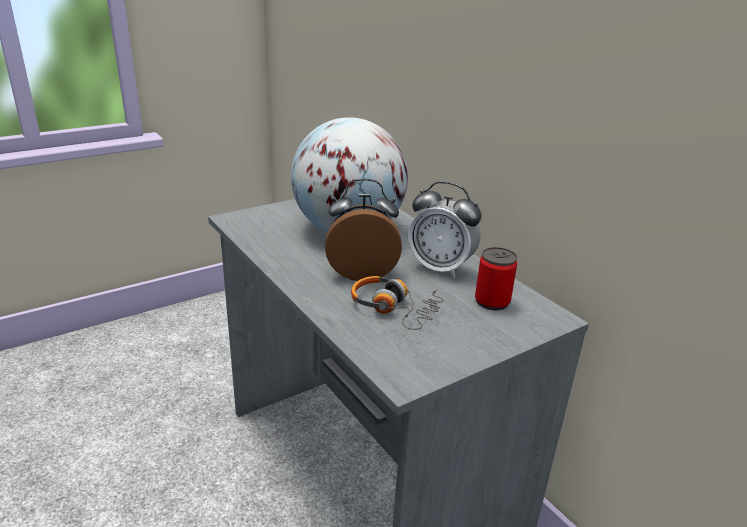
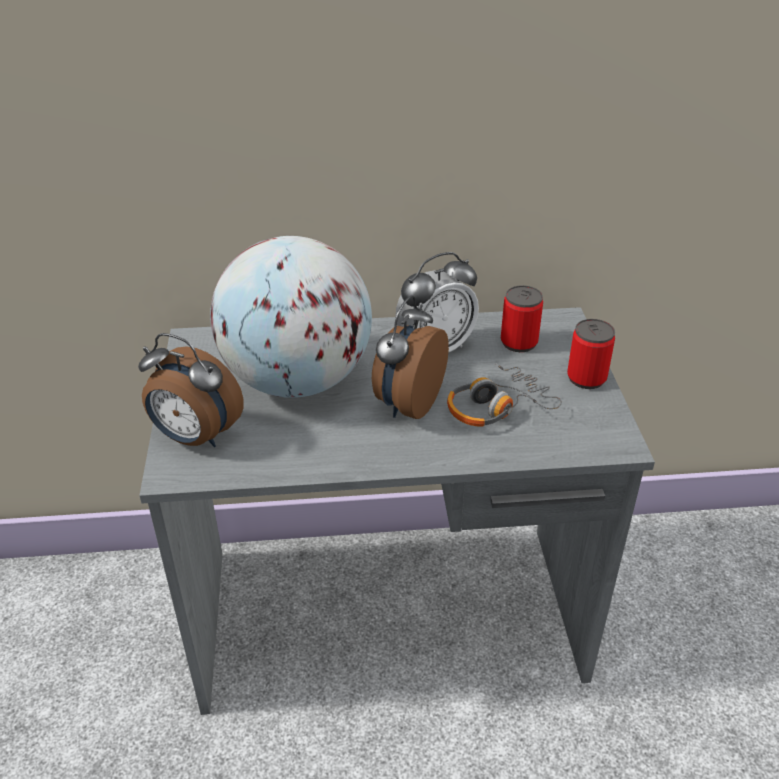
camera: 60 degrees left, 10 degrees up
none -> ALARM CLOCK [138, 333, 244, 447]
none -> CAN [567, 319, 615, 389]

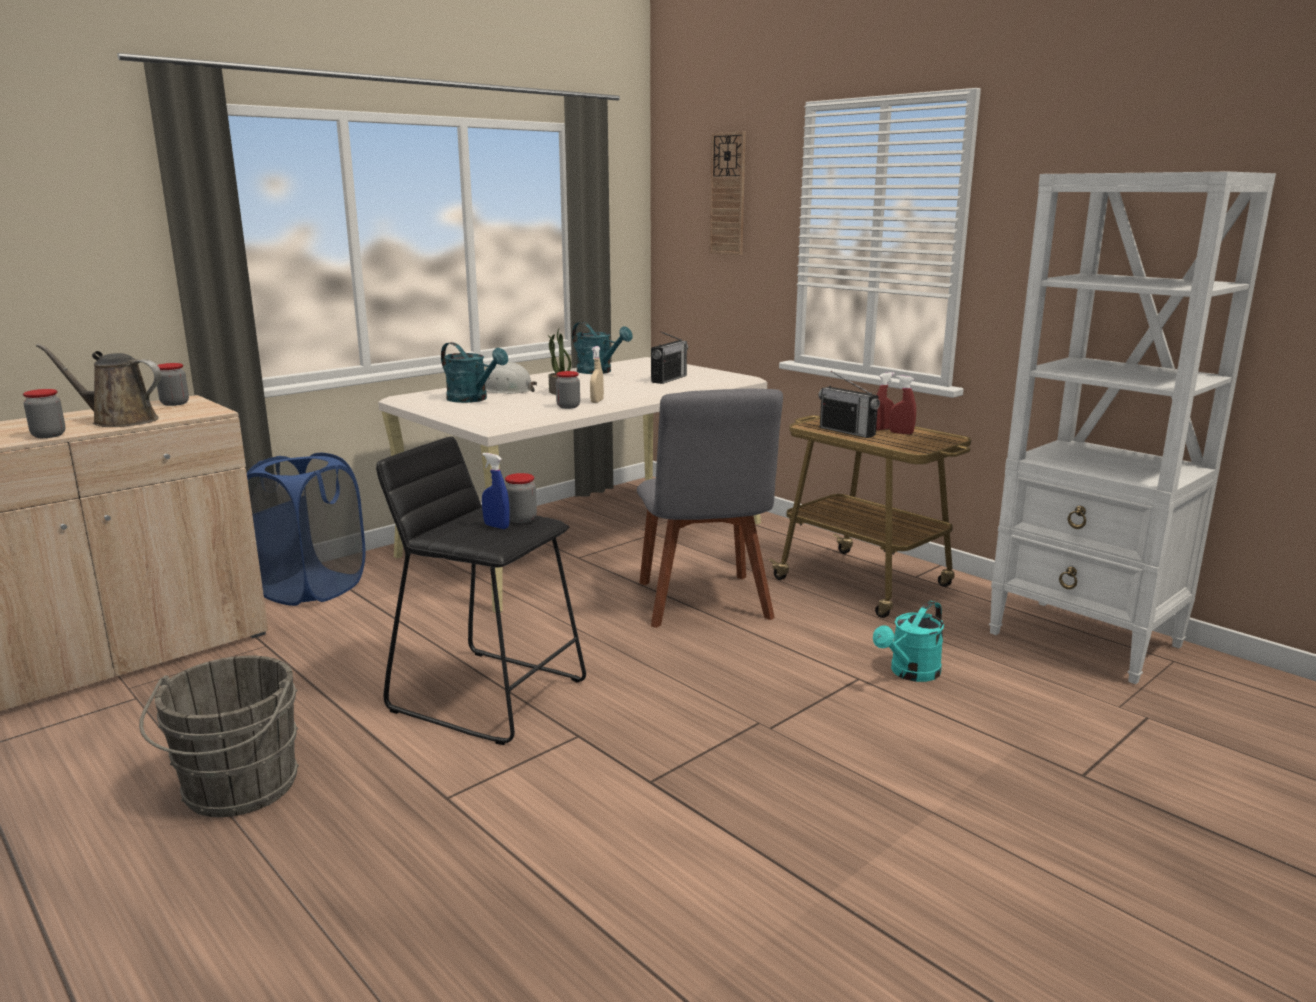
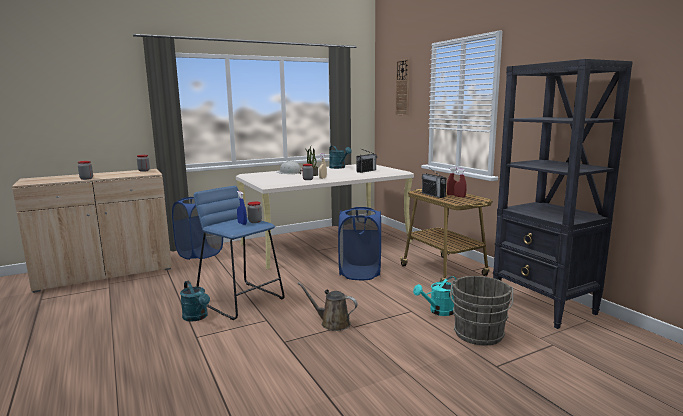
camera: 15 degrees right, 5 degrees down
BROWN WATERING CAN [36, 344, 162, 427] -> BROWN WATERING CAN [297, 282, 358, 331], move
GREY BUCKET [139, 655, 299, 817] -> GREY BUCKET [450, 276, 513, 346], move
BLACK STOOL [376, 437, 586, 745] -> BLUE STOOL [194, 186, 285, 320]
TURQUOISE WATERING CAN [441, 342, 508, 403] -> TURQUOISE WATERING CAN [180, 281, 210, 322], move
GREY CHAIR [637, 389, 783, 628] -> BLUE LAUNDRY BASKET [338, 207, 381, 280]
WHITE BOOKCASE [989, 172, 1276, 684] -> BLACK BOOKCASE [493, 59, 633, 329]

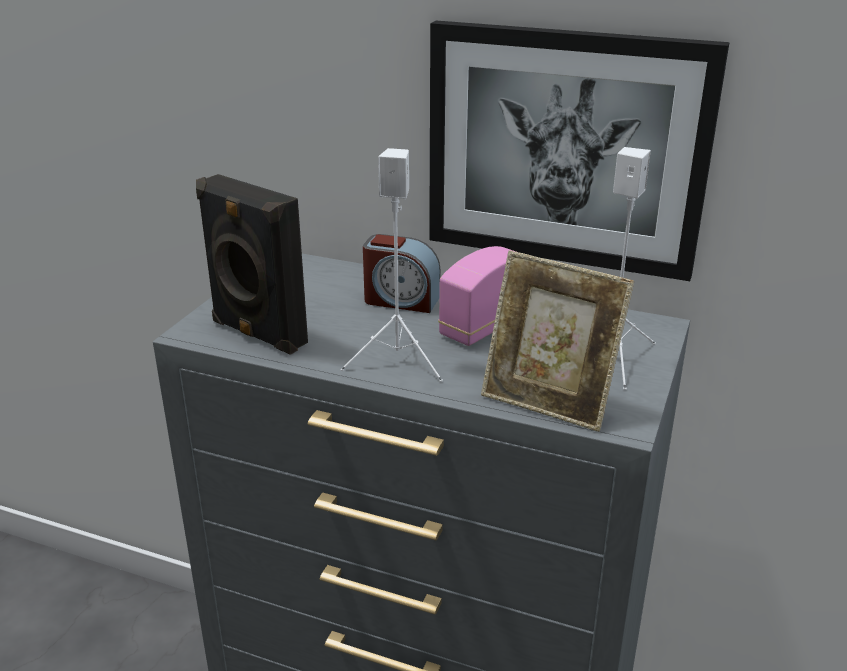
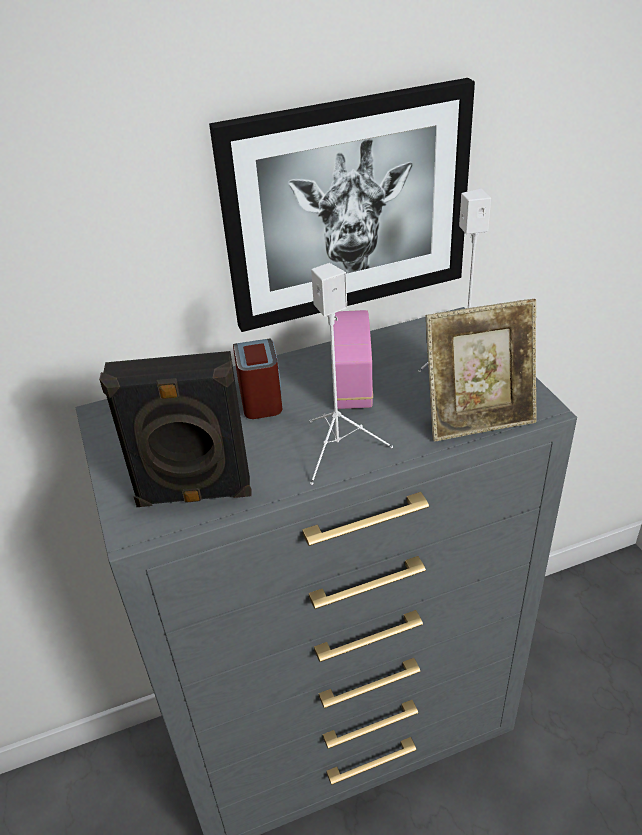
camera: 40 degrees left, 10 degrees up
ALARM CLOCK [363, 234, 441, 313] -> ALARM CLOCK [233, 338, 282, 419], 75 degrees counterclockwise

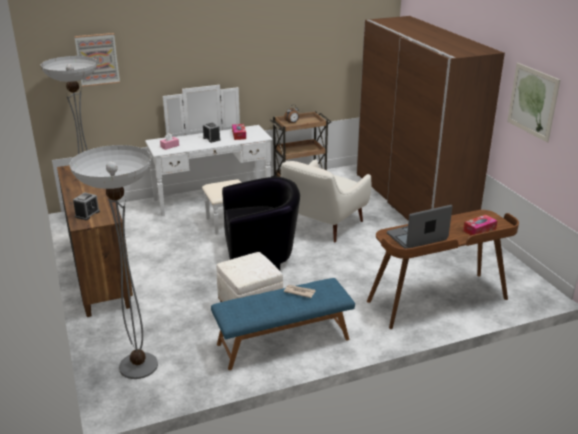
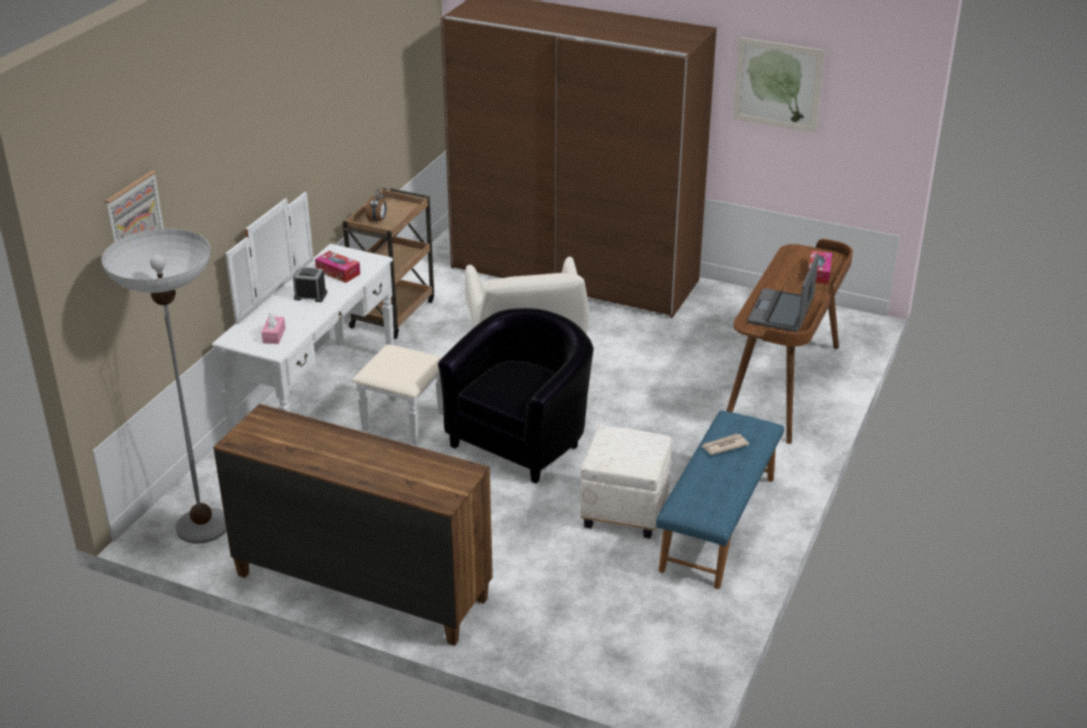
camera: 45 degrees left, 5 degrees up
FLOOR LAMP [69, 145, 158, 379] -> none
ALARM CLOCK [73, 192, 100, 220] -> none

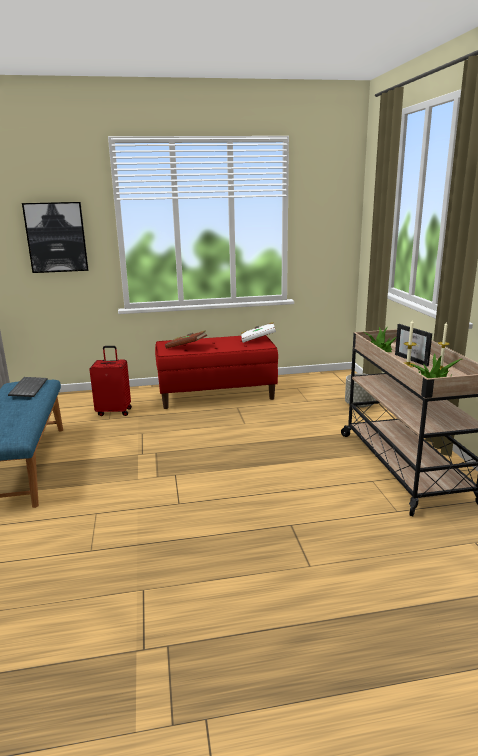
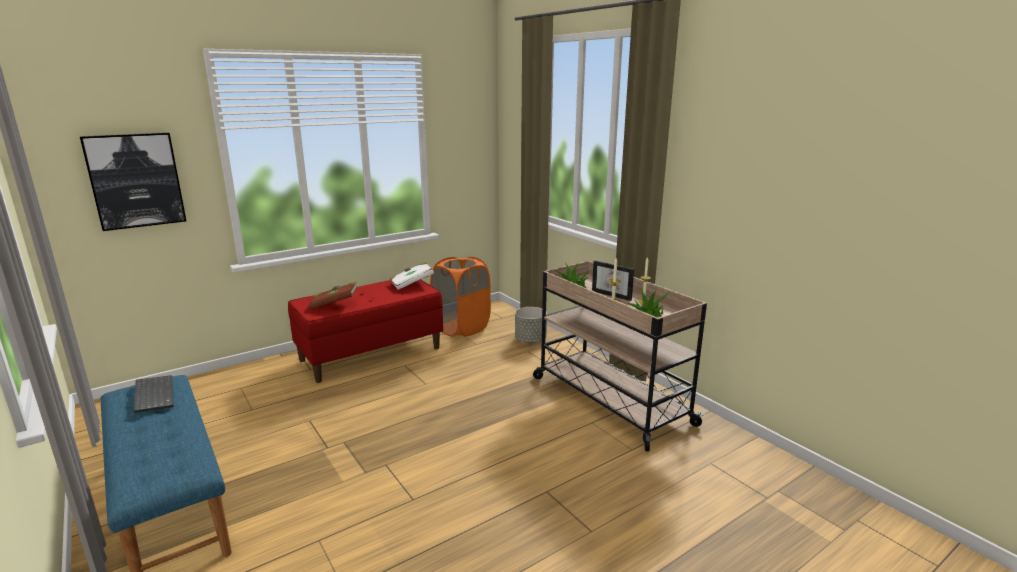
camera: 25 degrees left, 0 degrees up
RED SUITCASE [89, 346, 132, 416] -> none
none -> ORANGE LAUNDRY BASKET [430, 257, 491, 337]

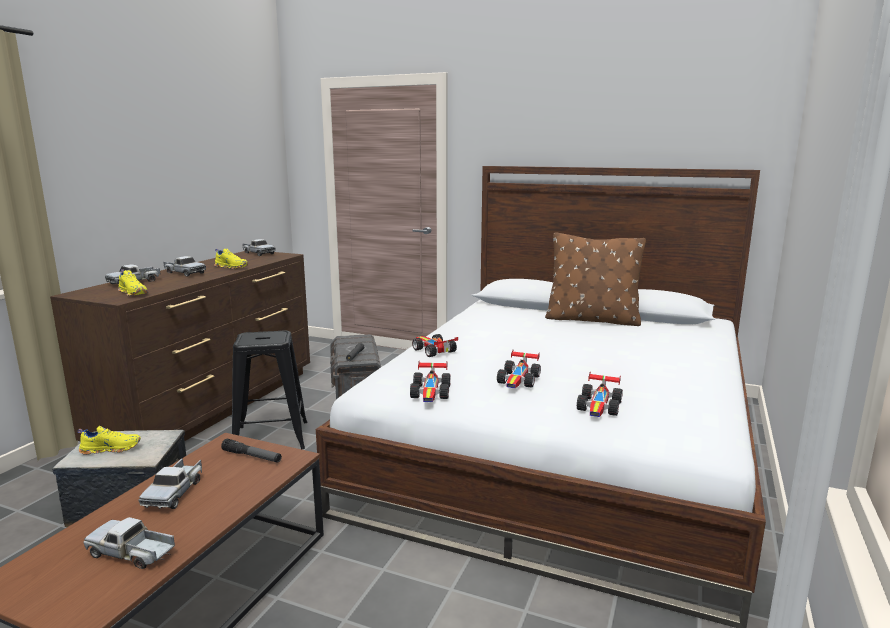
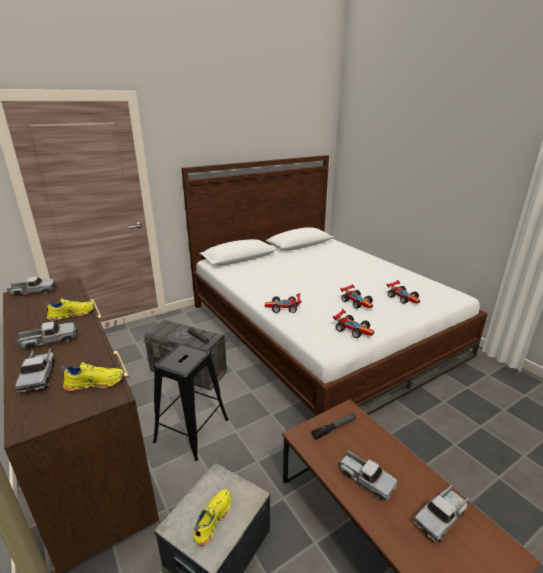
camera: 55 degrees left, 10 degrees up
BROWN PILLOW [545, 232, 646, 326] -> none

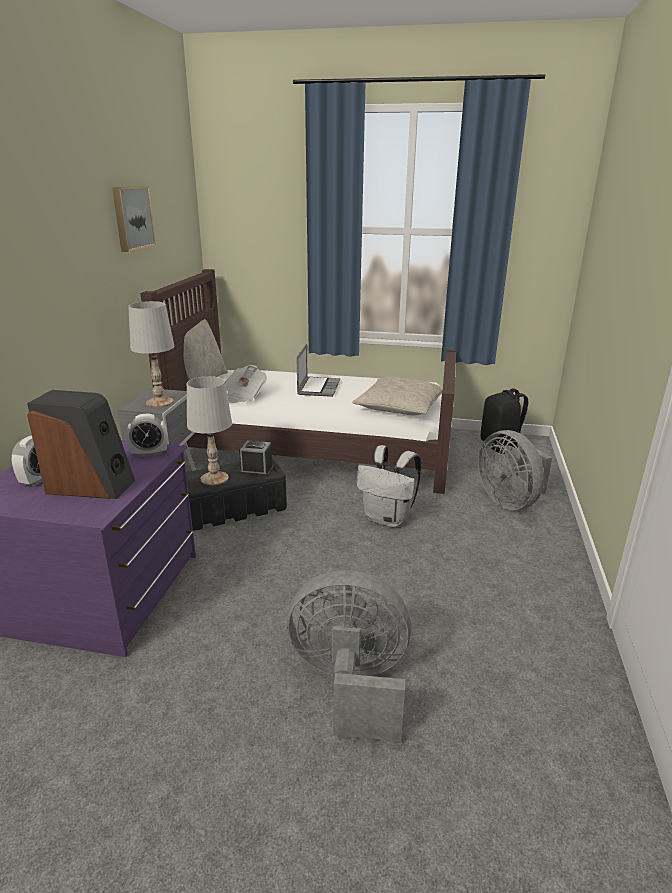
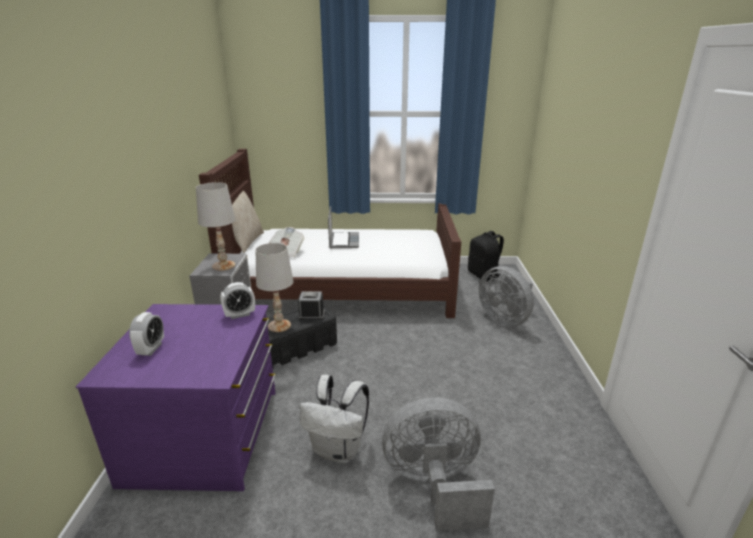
camera: 10 degrees left, 0 degrees up
SPEAKER [27, 390, 135, 499] -> none
PICTURE [112, 186, 156, 252] -> none
BEIGE PILLOW [352, 377, 443, 415] -> none
WHITE BACKPACK [356, 445, 421, 527] -> WHITE BACKPACK [300, 375, 369, 463], move

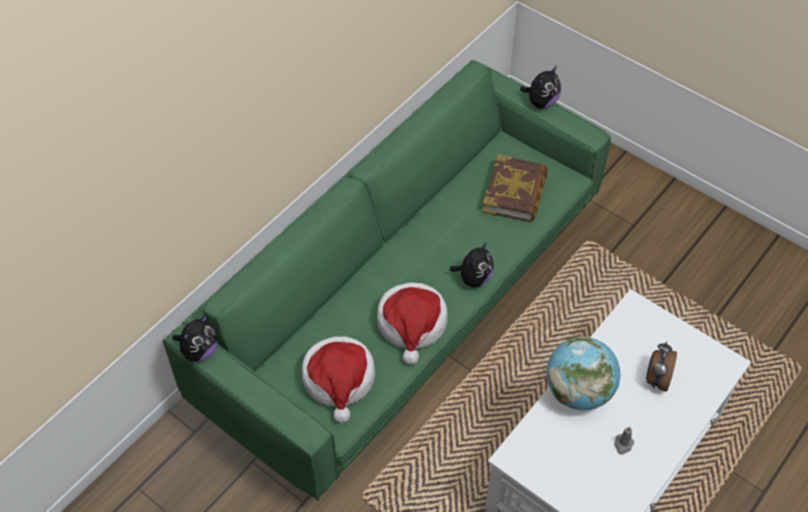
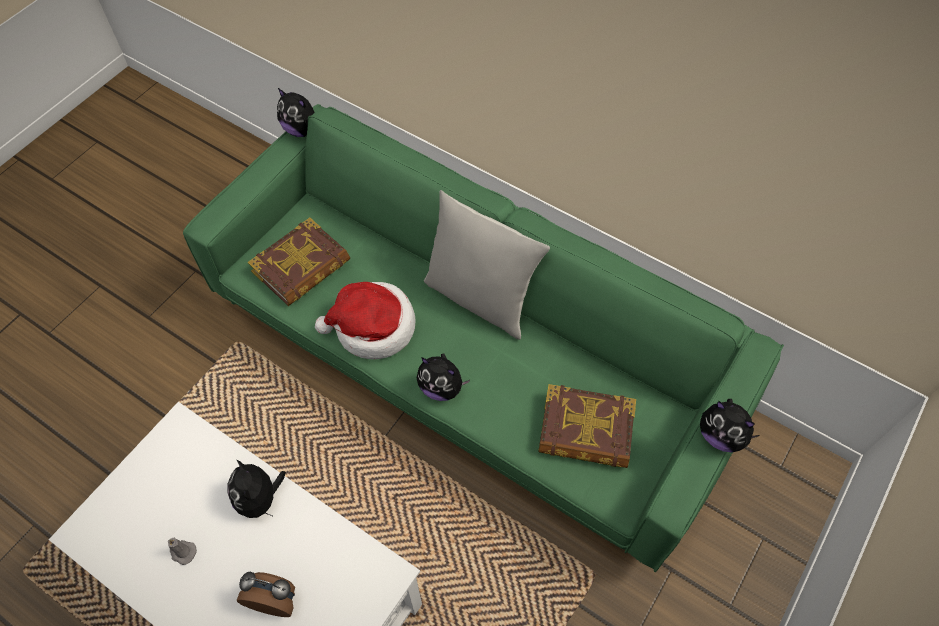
camera: 85 degrees right, 5 degrees up
HAT [302, 336, 375, 423] -> BOOK [248, 218, 350, 306]
GLOBE [546, 336, 620, 410] -> PLUSH TOY [228, 460, 286, 518]
none -> GREY PILLOW [424, 190, 550, 340]

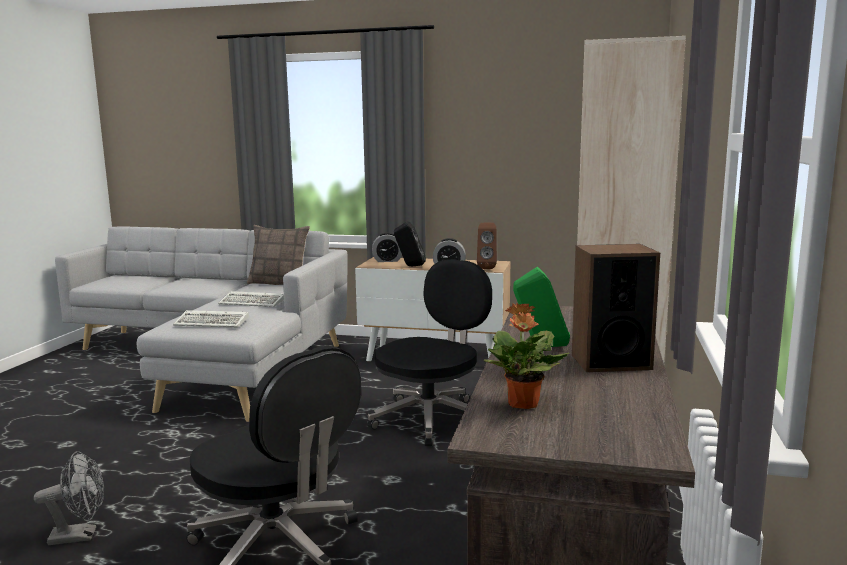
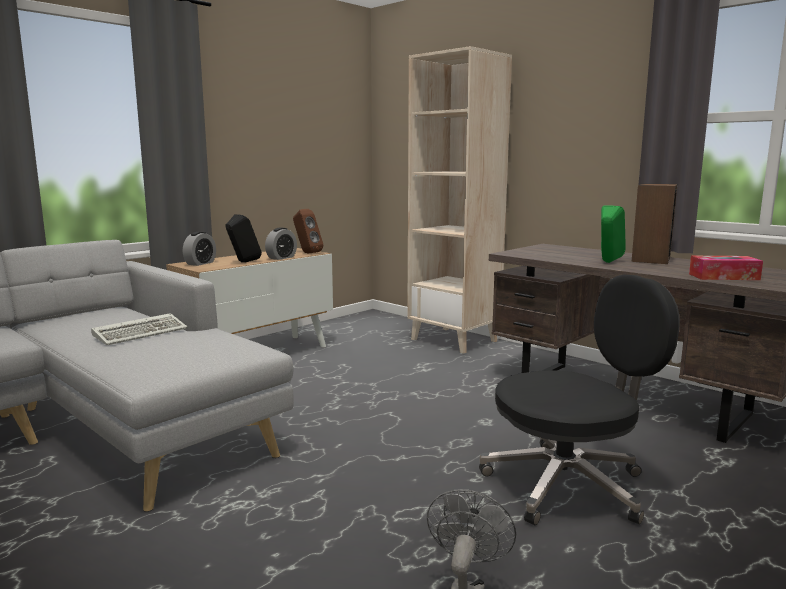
camera: 60 degrees left, 0 degrees up
KEYBOARD [173, 310, 249, 328] -> none
PILLOW [247, 225, 310, 285] -> none
BLACK OFFICE CHAIR [367, 259, 492, 447] -> none
POTTED PLANT [483, 303, 569, 409] -> TISSUE BOX [689, 256, 763, 280]

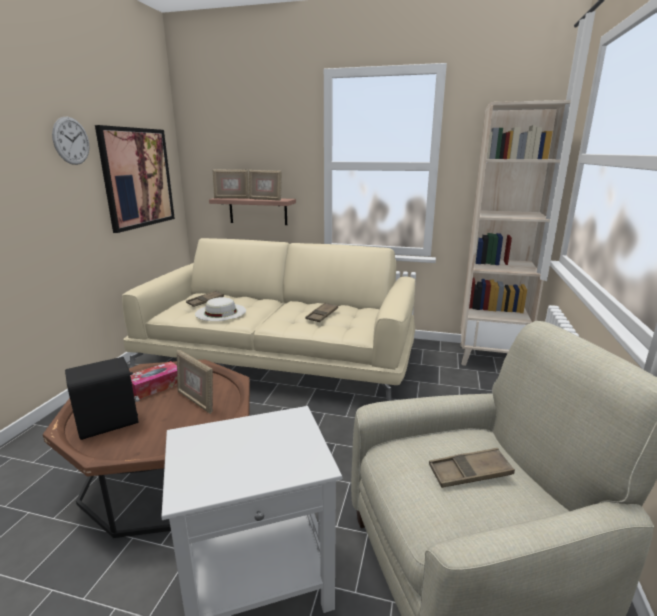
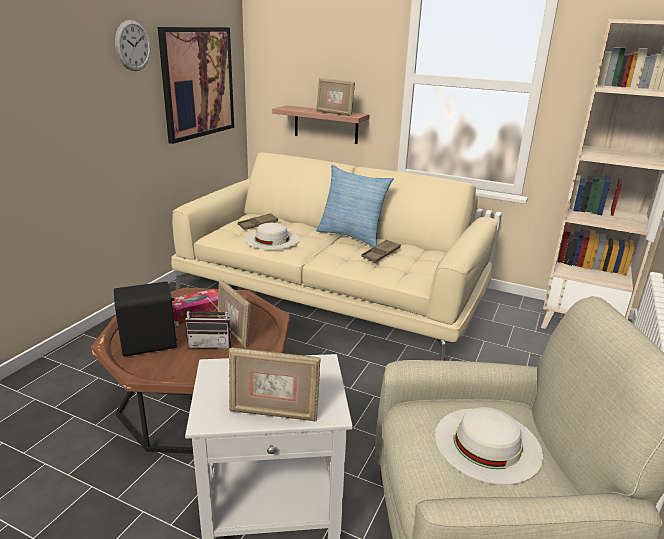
camera: 10 degrees right, 5 degrees up
PICTURE FRAME [213, 169, 249, 198] -> PICTURE FRAME [229, 347, 321, 422], move
BROWN TRAY [429, 448, 515, 488] -> WHITE HAT [435, 407, 543, 485]
none -> RADIO [185, 295, 232, 349]
none -> PILLOW [316, 165, 394, 247]

